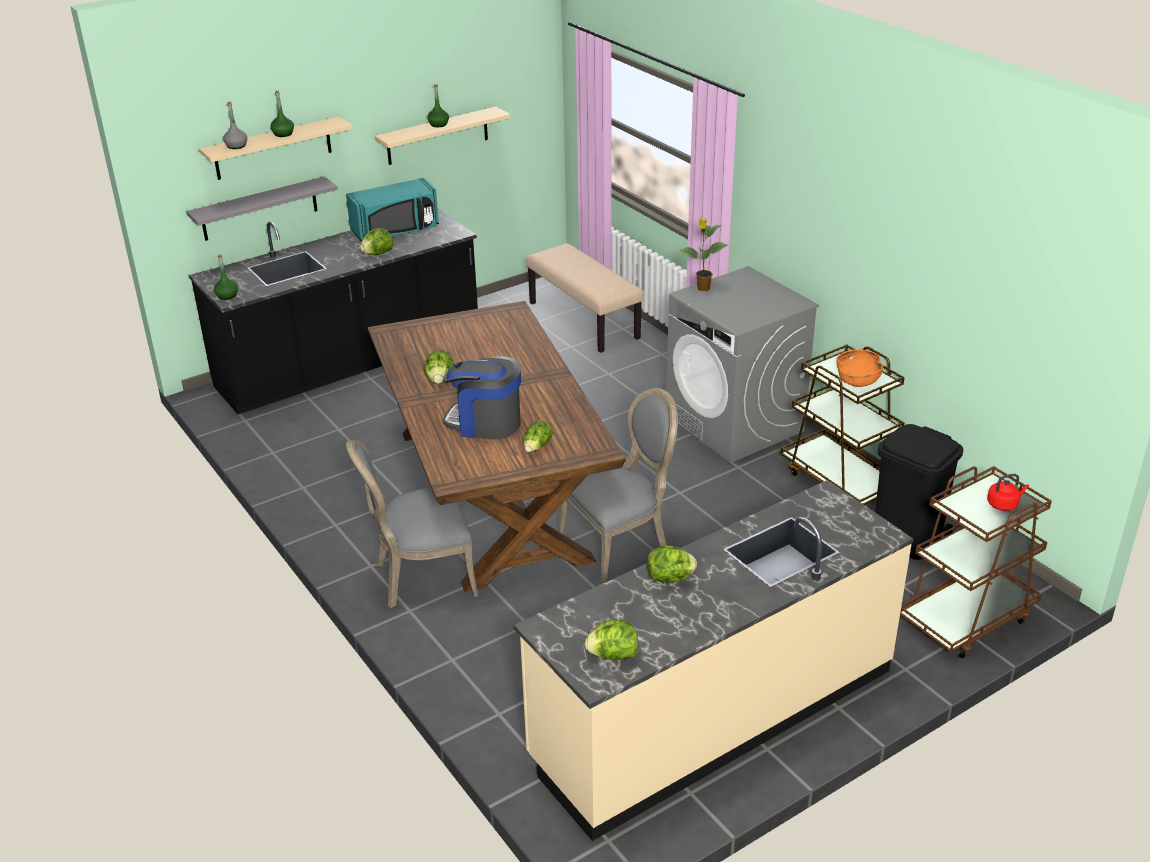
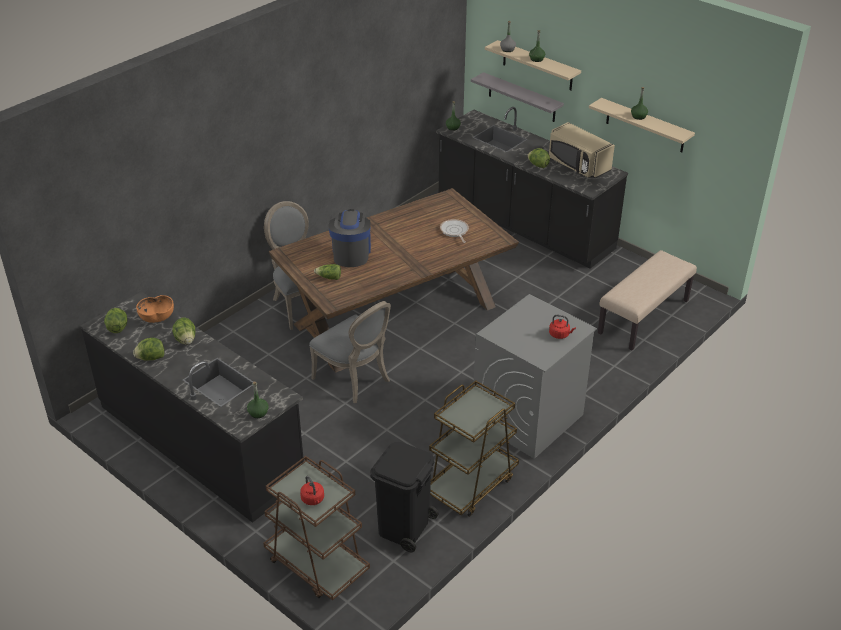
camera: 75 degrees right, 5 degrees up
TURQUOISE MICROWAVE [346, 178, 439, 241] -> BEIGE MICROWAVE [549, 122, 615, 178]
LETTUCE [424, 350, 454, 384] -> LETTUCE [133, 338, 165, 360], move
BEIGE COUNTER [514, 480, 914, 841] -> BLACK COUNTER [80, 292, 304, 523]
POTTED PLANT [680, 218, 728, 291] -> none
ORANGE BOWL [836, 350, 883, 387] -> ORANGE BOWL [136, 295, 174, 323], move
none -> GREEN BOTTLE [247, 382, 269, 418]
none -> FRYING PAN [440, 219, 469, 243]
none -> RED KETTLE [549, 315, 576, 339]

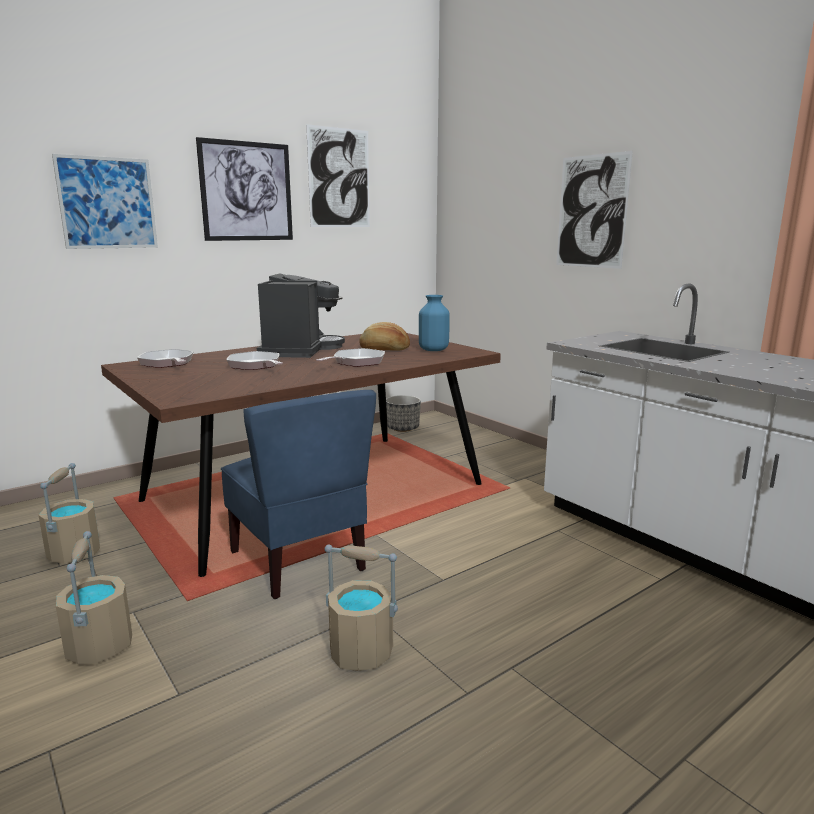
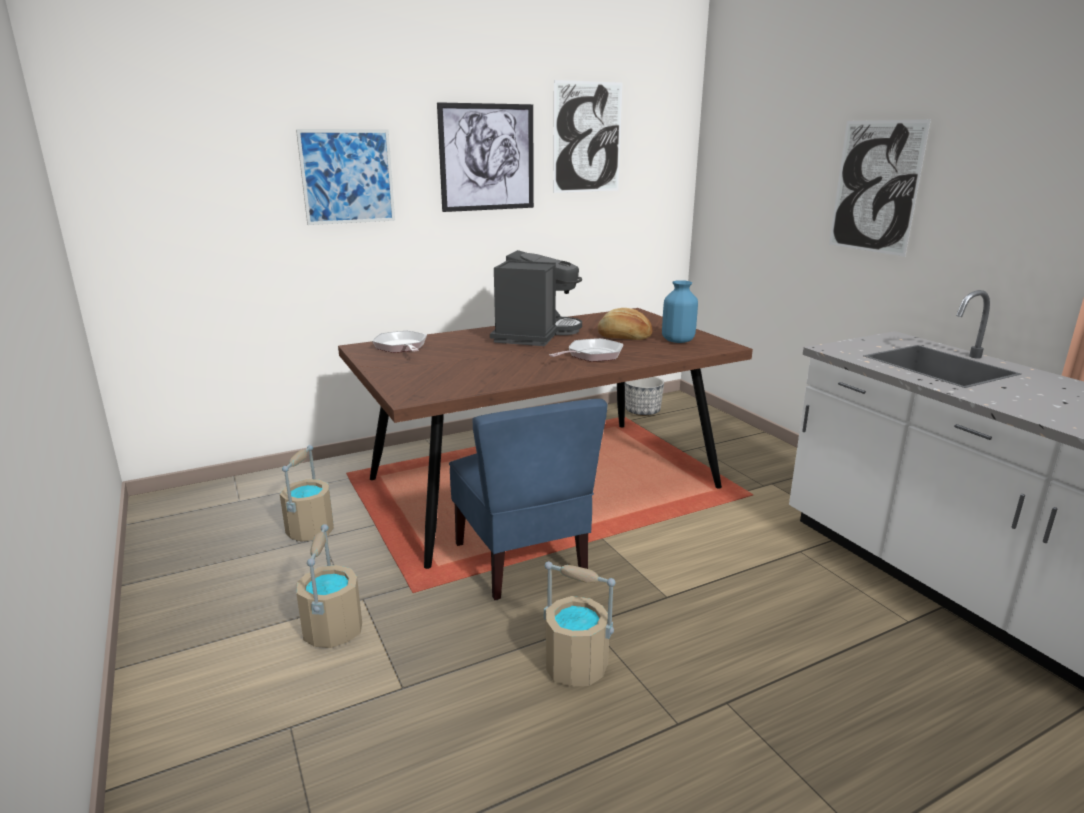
camera: 10 degrees right, 5 degrees up
FRYING PAN [227, 351, 283, 370] -> none

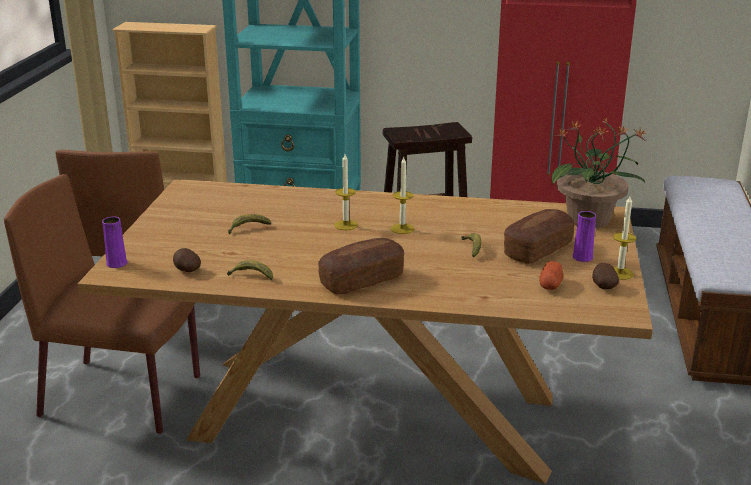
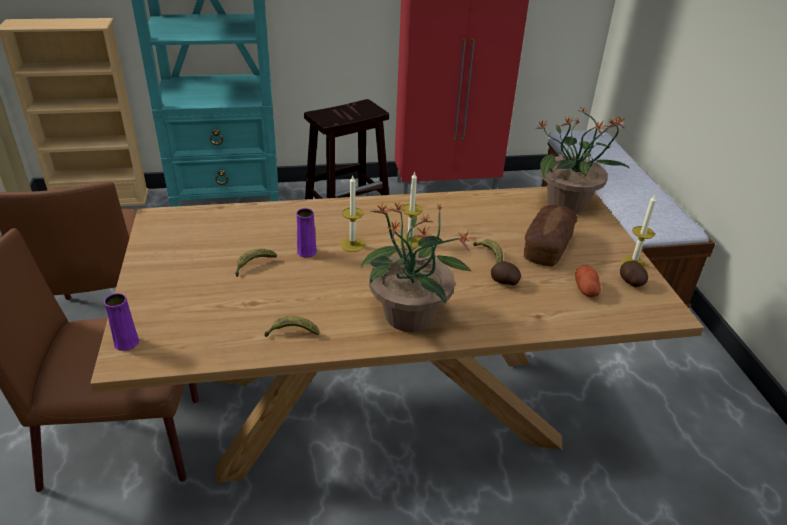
camera: 20 degrees left, 10 degrees up
POTATO [173, 248, 201, 272] -> POTATO [491, 261, 521, 285], move
BREAD [318, 238, 404, 294] -> POTTED PLANT [361, 202, 475, 332]
PURPLE VASE [572, 211, 596, 262] -> PURPLE VASE [296, 208, 317, 257], move

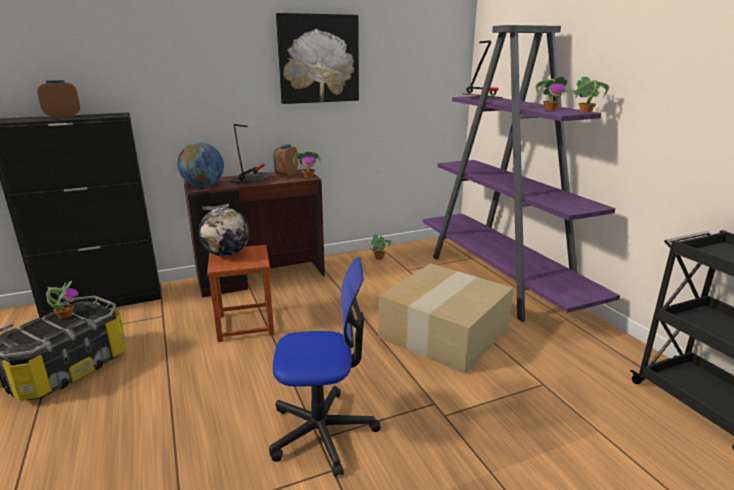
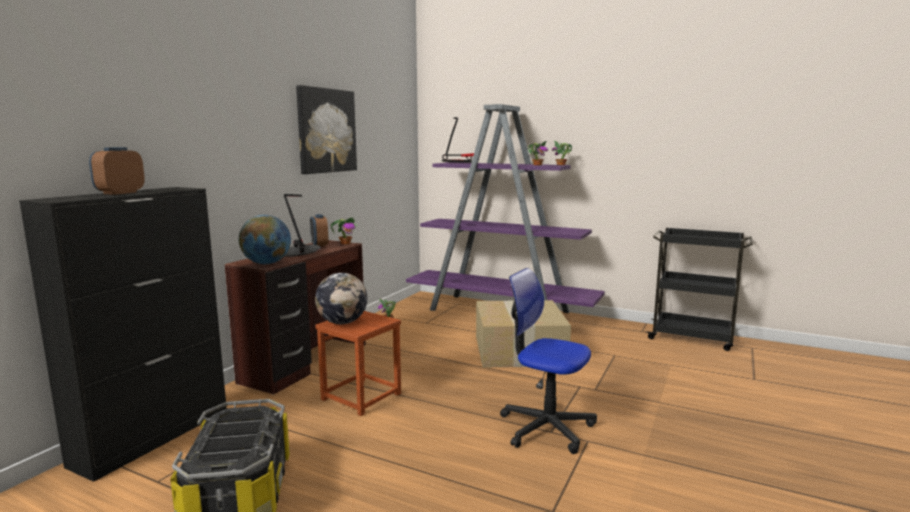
camera: 40 degrees left, 10 degrees down
POTTED PLANT [46, 281, 78, 319] -> none
OFFICE CHAIR [269, 257, 381, 477] -> OFFICE CHAIR [500, 268, 597, 454], 105 degrees counterclockwise

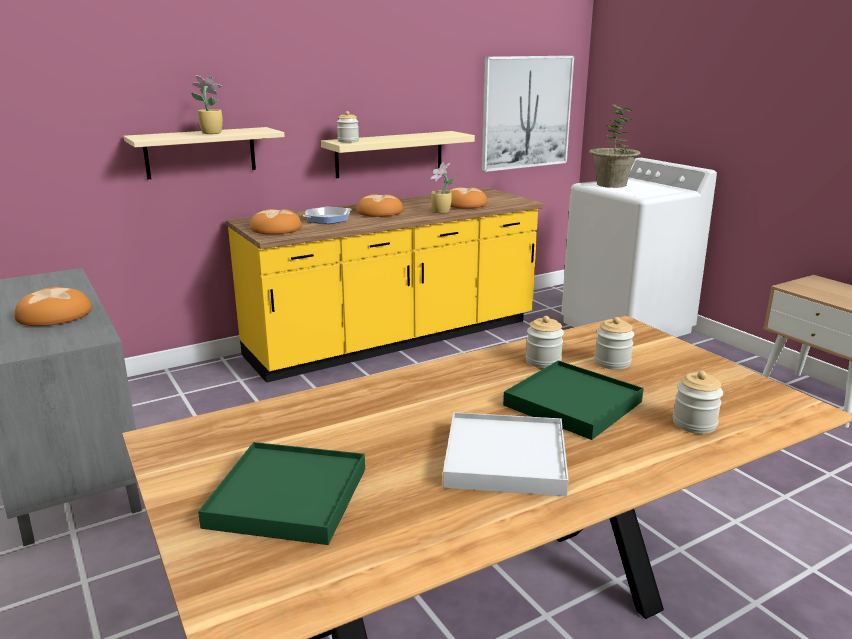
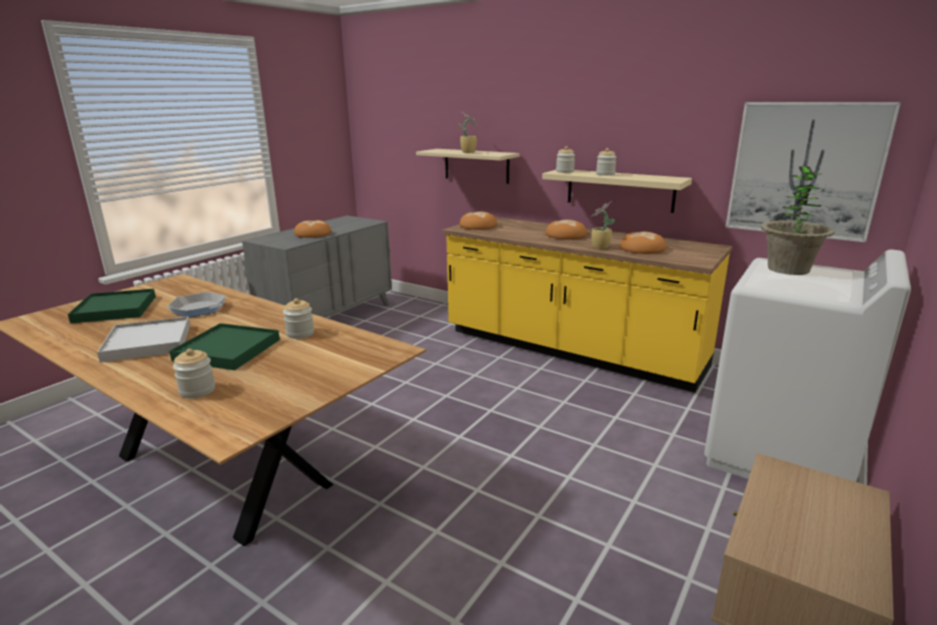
camera: 65 degrees right, 0 degrees up
FRYING PAN [303, 207, 352, 224] -> FRYING PAN [167, 292, 226, 317], move
JAR [594, 317, 634, 370] -> JAR [596, 148, 617, 176], move

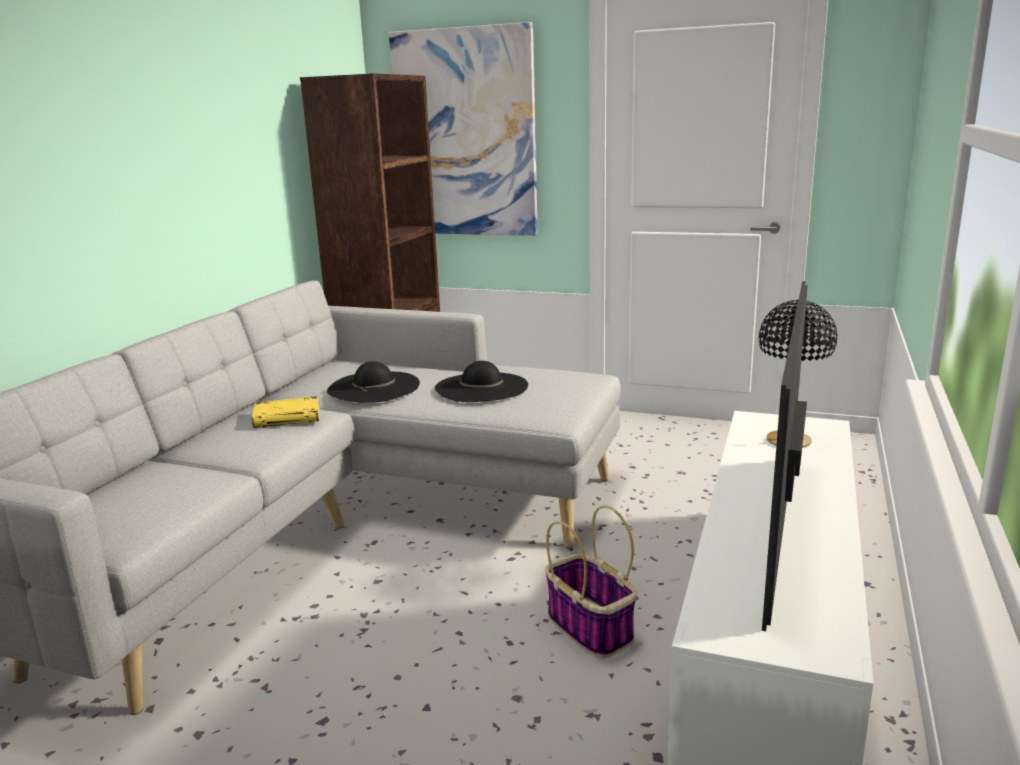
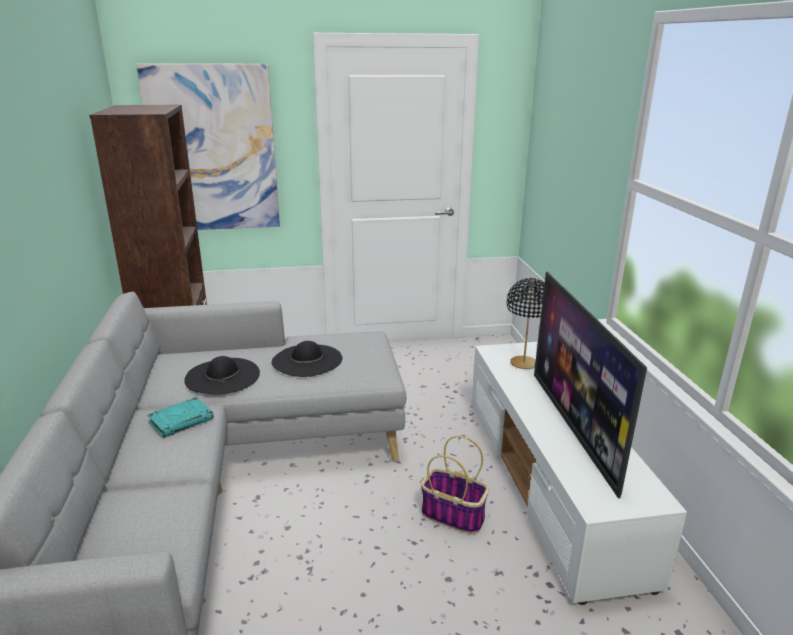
camera: 30 degrees left, 5 degrees up
YELLOW BOOK [252, 396, 319, 428] -> TURQUOISE BOOK [147, 397, 214, 438]

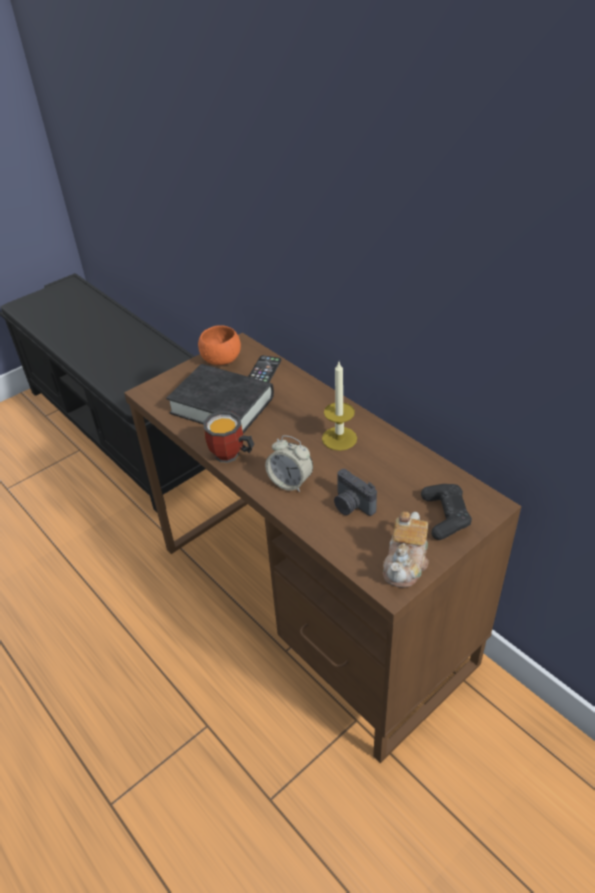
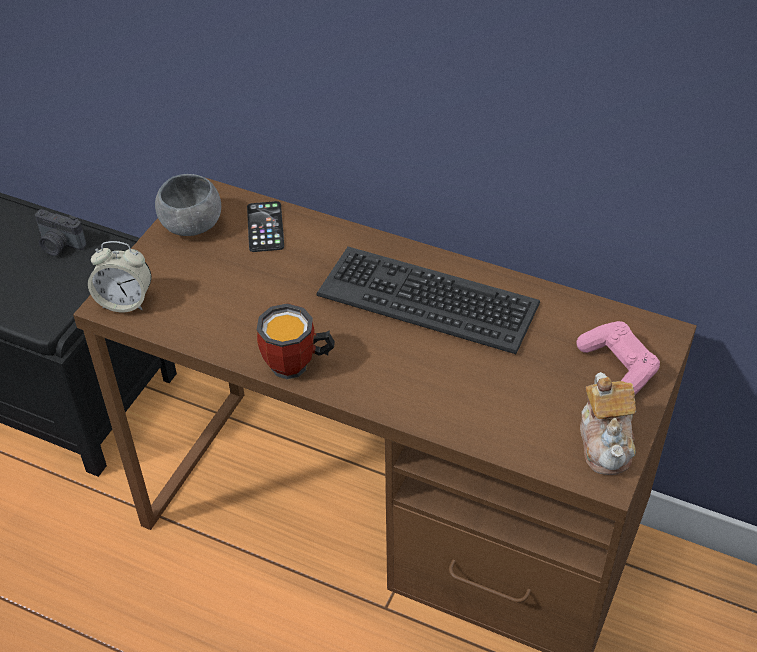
camera: 25 degrees left, 5 degrees up
BLACK BOOK [166, 364, 274, 434] -> none
ORANGE BOWL [198, 325, 241, 365] -> GREY BOWL [155, 174, 221, 236]
ALARM CLOCK [265, 435, 313, 492] -> ALARM CLOCK [88, 241, 151, 312], move
CANDLE [322, 362, 357, 451] -> KEYBOARD [316, 247, 540, 354]
PHOTO CAMERA [334, 469, 377, 516] -> PHOTO CAMERA [35, 209, 87, 256], move
BLACK GAME CONTROLLER [421, 484, 472, 540] -> PINK GAME CONTROLLER [576, 321, 660, 395]

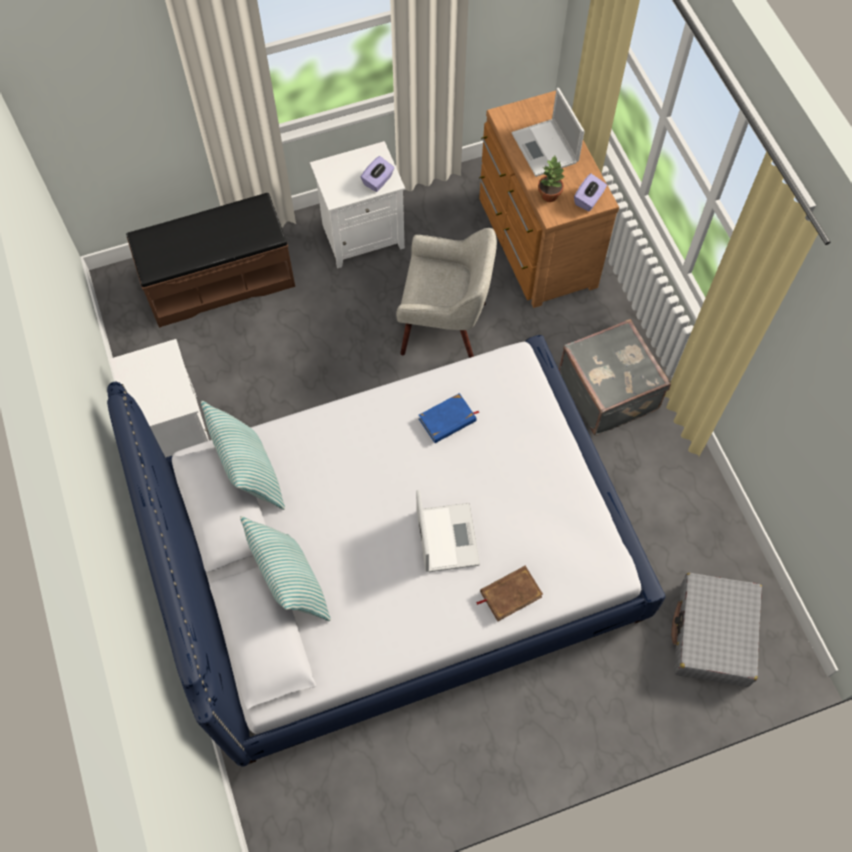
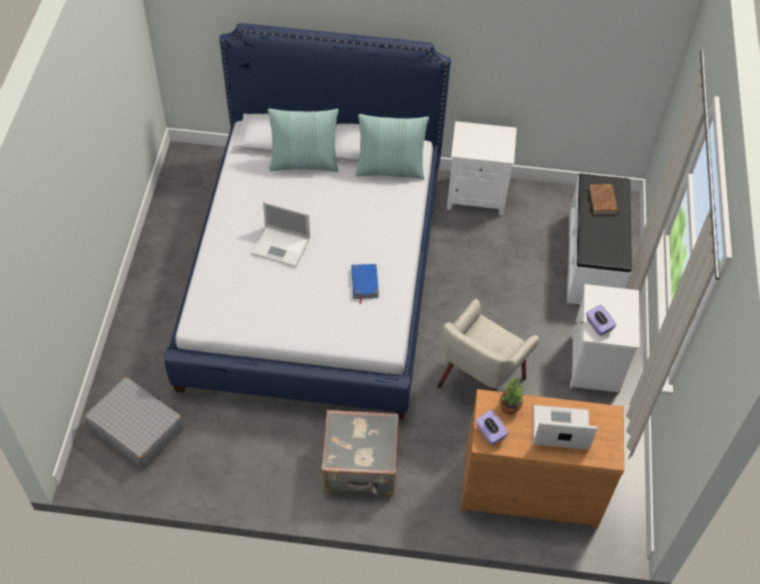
camera: 115 degrees right, 10 degrees down
BROWN BENCH [126, 193, 295, 328] -> WHITE BENCH [567, 173, 632, 304]
BROWN BOOK [476, 566, 543, 621] -> BROWN BOOK [589, 184, 618, 215], move

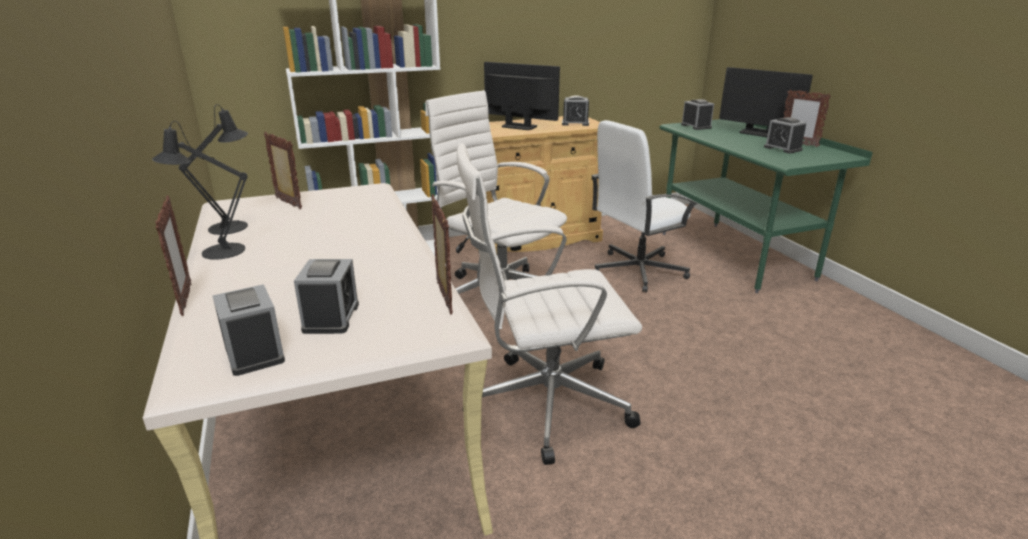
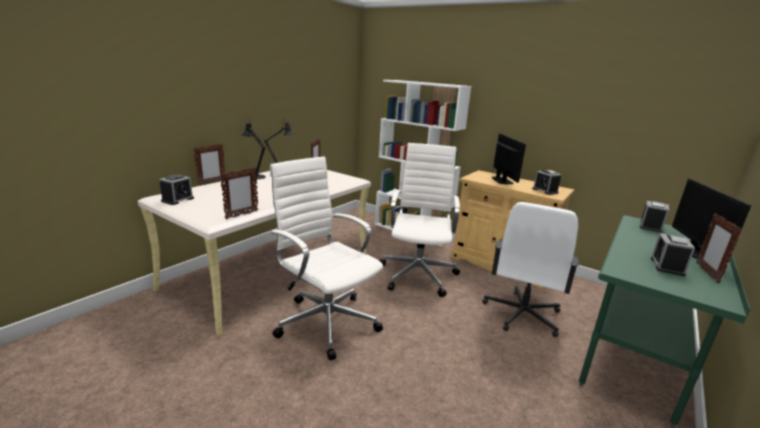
camera: 55 degrees right, 5 degrees down
ALARM CLOCK [294, 259, 359, 334] -> none
WHITE OFFICE CHAIR [592, 120, 697, 293] -> WHITE OFFICE CHAIR [482, 202, 579, 337], 90 degrees counterclockwise

